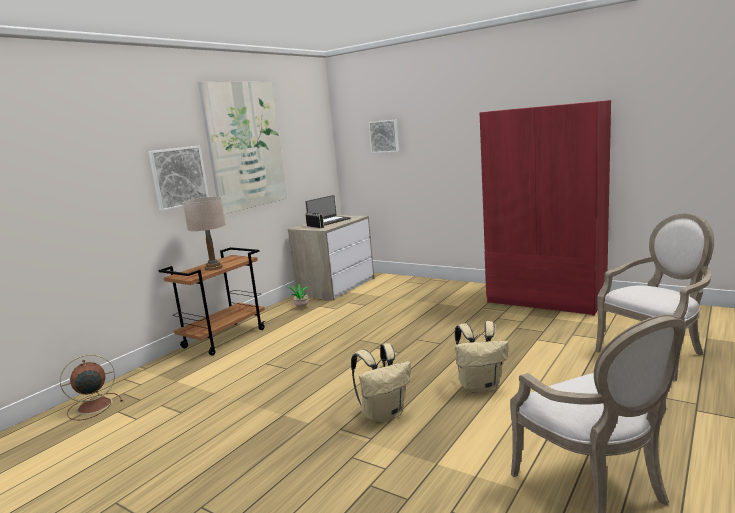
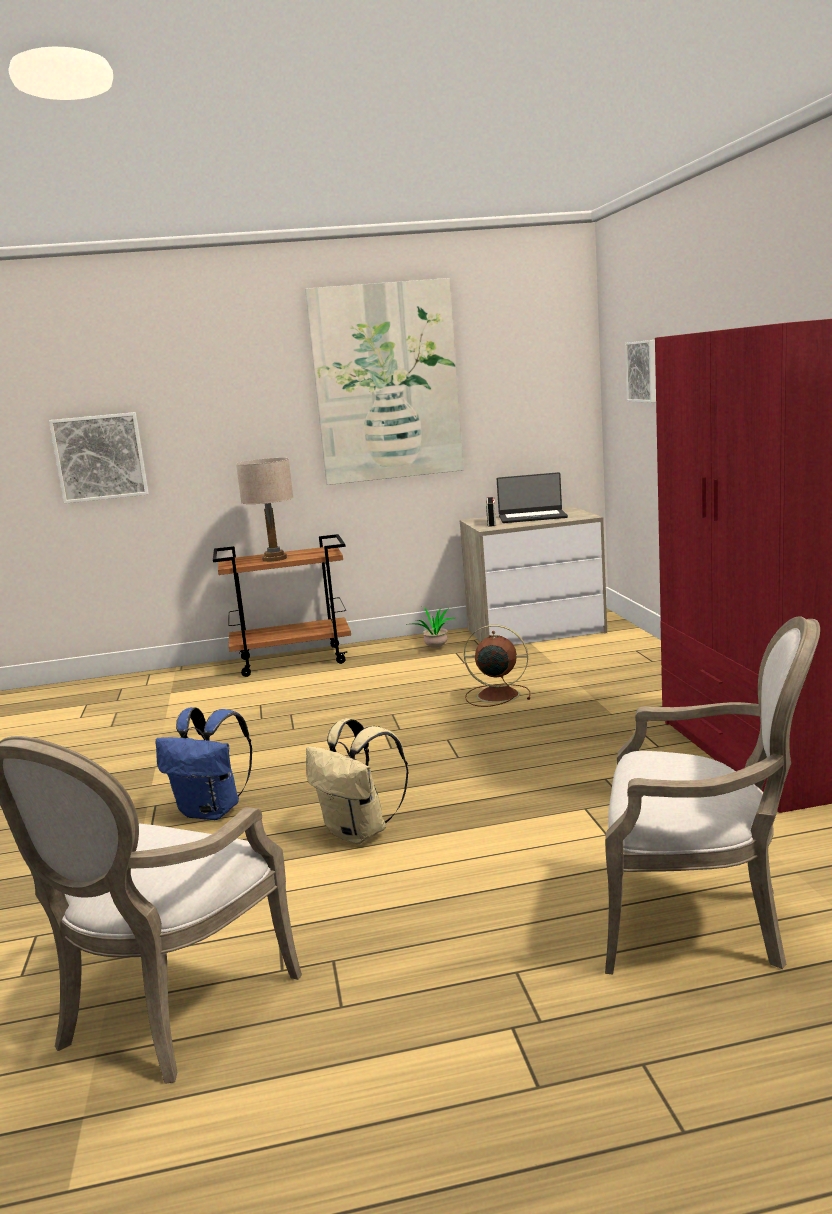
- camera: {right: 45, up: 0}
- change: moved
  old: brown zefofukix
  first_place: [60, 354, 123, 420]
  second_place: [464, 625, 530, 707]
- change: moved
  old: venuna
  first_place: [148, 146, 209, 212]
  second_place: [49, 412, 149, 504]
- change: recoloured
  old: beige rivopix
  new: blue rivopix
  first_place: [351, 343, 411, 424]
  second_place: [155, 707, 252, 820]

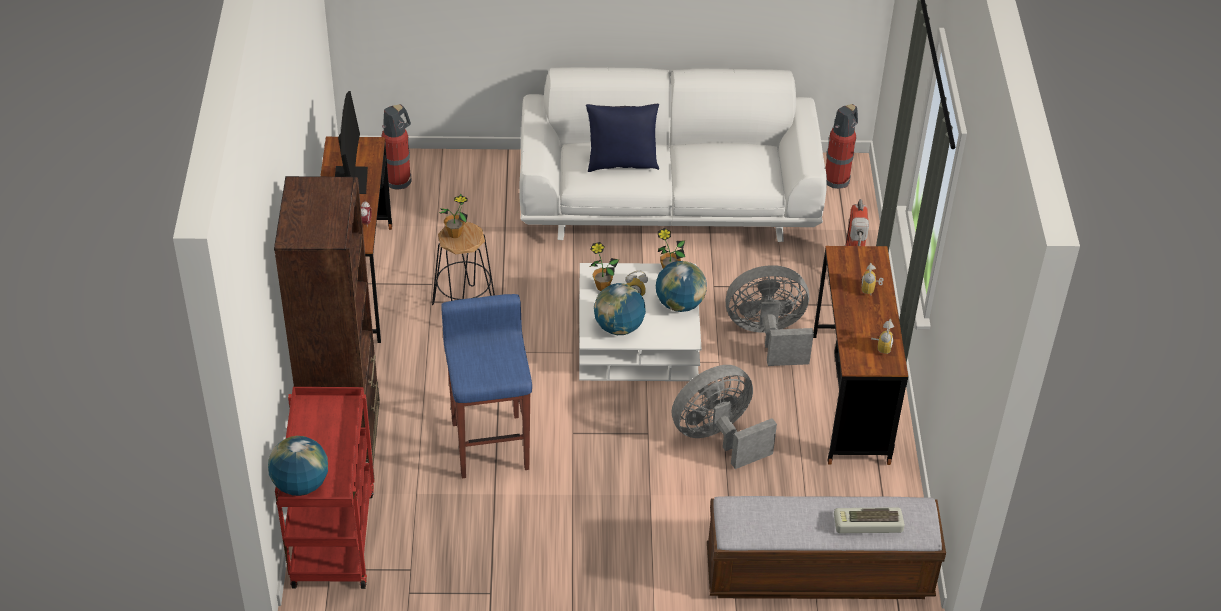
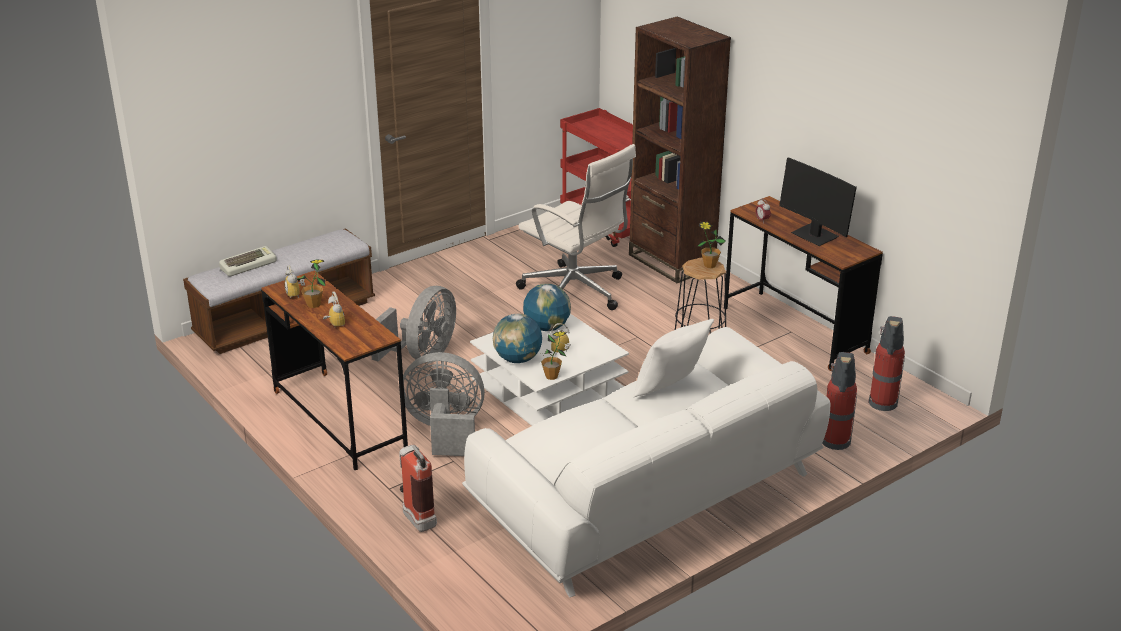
- camera: {right: 145, up: -15}
- change: removed
  old: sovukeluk
  first_place: [268, 436, 328, 496]
- change: replaced
  old: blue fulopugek
  new: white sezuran
  first_place: [441, 294, 532, 478]
  second_place: [516, 144, 636, 310]
- change: recoloured
  old: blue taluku
  new: white taluku
  first_place: [586, 104, 659, 172]
  second_place: [633, 319, 714, 398]
- change: moved
  old: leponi
  first_place: [590, 242, 619, 291]
  second_place: [296, 260, 325, 308]
- change: turned
  old: grey zefofukix
  first_place: [726, 265, 814, 366]
  second_place: [403, 352, 485, 456]
  degrees: -135
- change: moved
  old: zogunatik
  first_place: [826, 104, 858, 189]
  second_place: [822, 352, 857, 450]

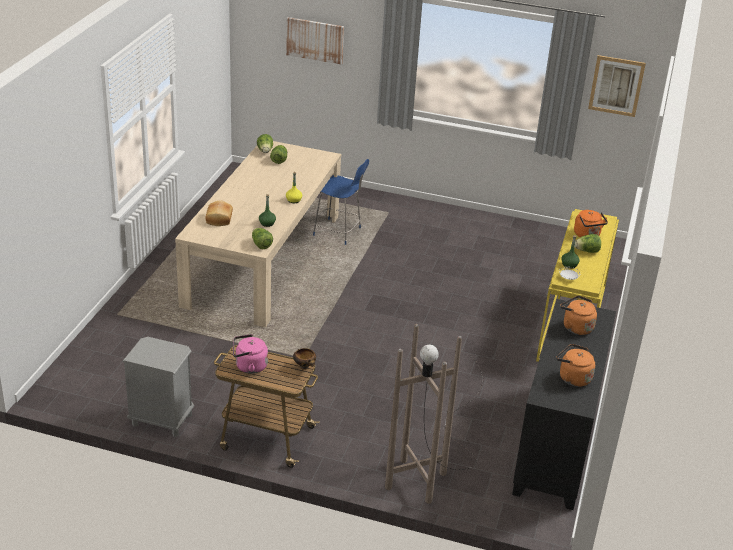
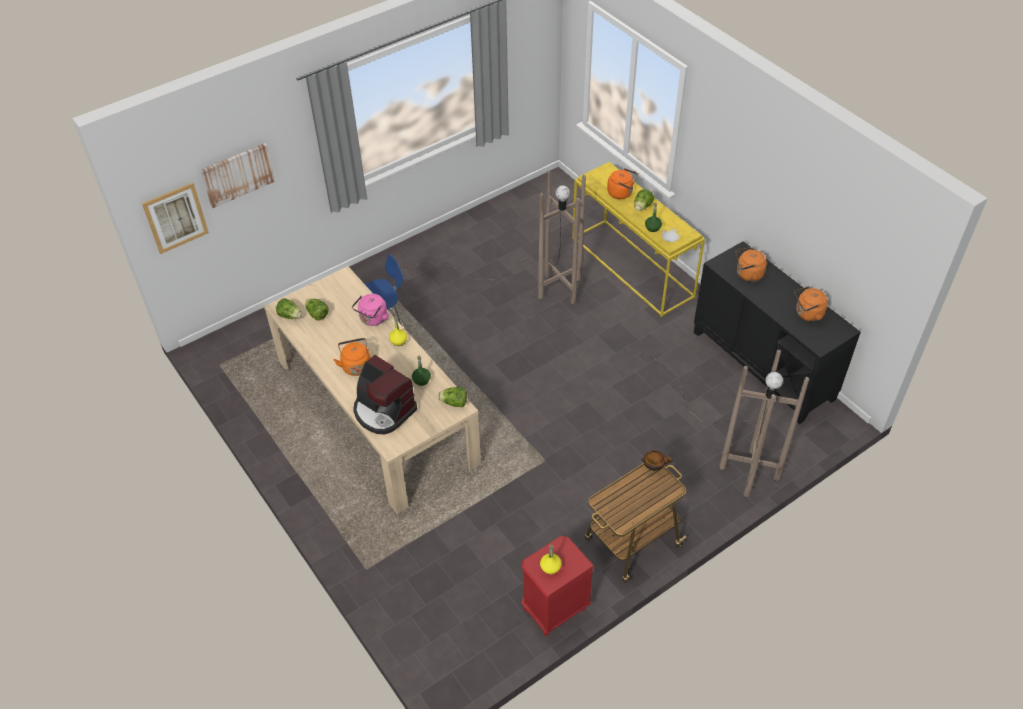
- camera: {right: -50, up: 15}
- change: recoloured
  old: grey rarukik
  new: red rarukik
  first_place: [122, 337, 194, 437]
  second_place: [521, 536, 594, 636]
- change: replaced
  old: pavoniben
  new: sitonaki
  first_place: [205, 200, 233, 226]
  second_place: [353, 355, 417, 435]
- change: moved
  old: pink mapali
  first_place: [233, 334, 268, 374]
  second_place: [352, 294, 389, 326]
- change: moved
  old: venuna
  first_place: [588, 55, 646, 117]
  second_place: [142, 183, 209, 254]
- change: added
  new: orange mapali
  second_place: [333, 338, 370, 376]
- change: added
  new: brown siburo
  second_place: [401, 170, 586, 304]
- change: added
  new: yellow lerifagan
  second_place: [540, 545, 562, 575]

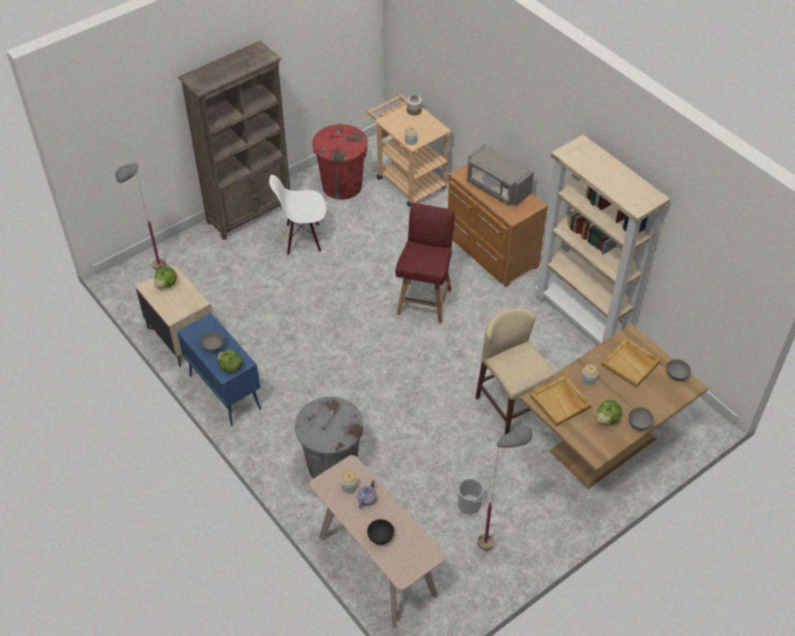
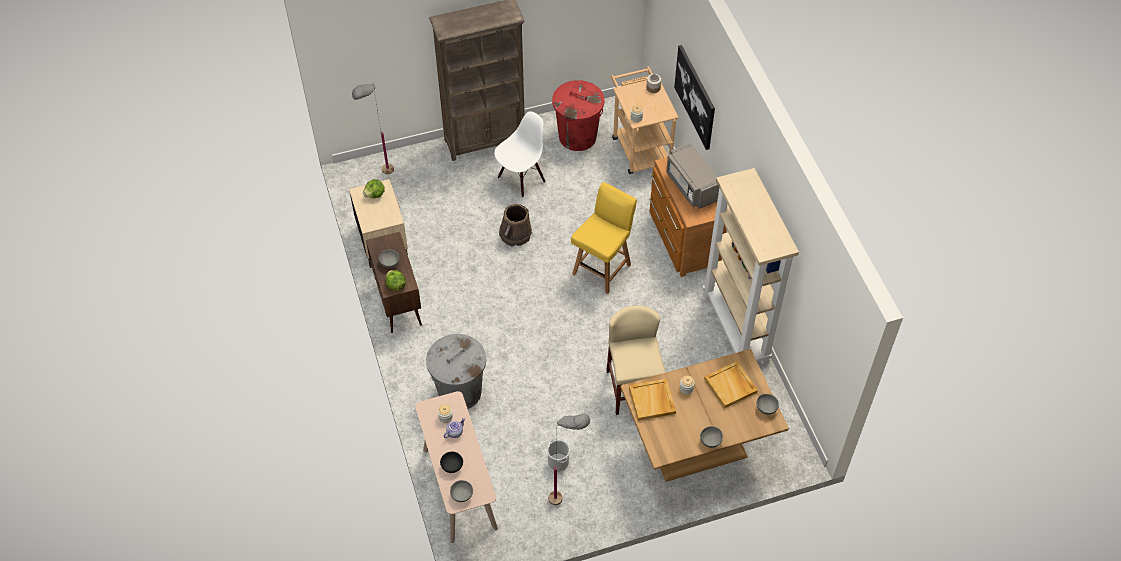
- camera: {right: 20, up: 5}
- change: recoloured
  old: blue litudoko
  new: brown litudoko
  first_place: [177, 313, 261, 427]
  second_place: [366, 232, 422, 333]
- change: turned
  old: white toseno
  first_place: [269, 175, 326, 255]
  second_place: [494, 111, 546, 197]
  degrees: 120
- change: recoloured
  old: red toseno
  new: yellow toseno
  first_place: [395, 203, 455, 323]
  second_place: [571, 182, 637, 294]
- change: removed
  old: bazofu
  first_place: [597, 400, 622, 424]
- change: added
  new: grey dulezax
  second_place: [450, 480, 473, 502]
- change: added
  new: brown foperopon
  second_place: [499, 204, 532, 246]
- change: added
  new: venuna
  second_place: [674, 45, 715, 150]

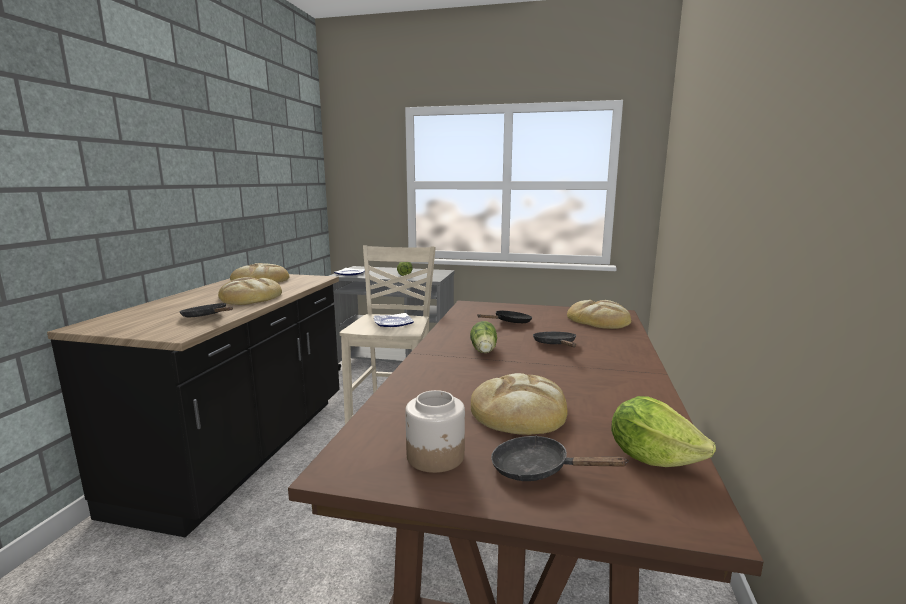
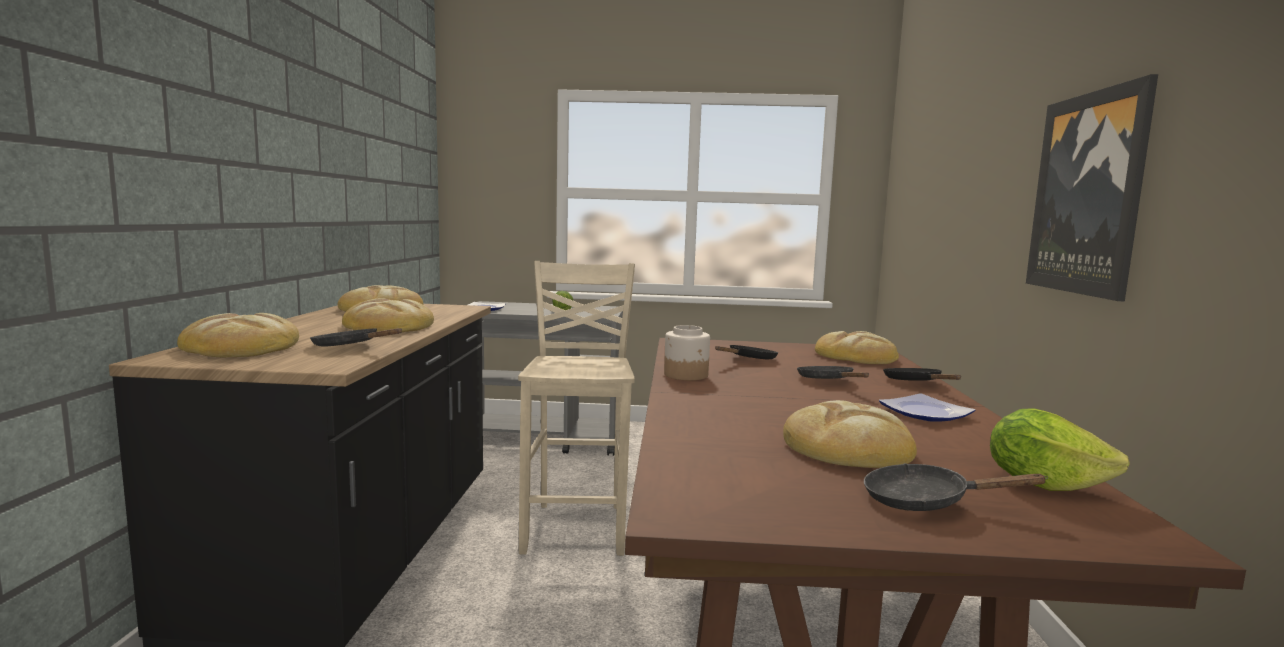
- camera: {right: -10, up: -5}
- change: moved
  old: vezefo
  first_place: [374, 313, 414, 327]
  second_place: [879, 393, 975, 421]
- change: moved
  old: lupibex
  first_place: [405, 390, 465, 473]
  second_place: [664, 325, 710, 380]
- change: removed
  old: bazofu
  first_place: [470, 321, 497, 353]
- change: added
  new: pavoniben
  second_place: [177, 313, 299, 357]
- change: added
  new: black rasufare
  second_place: [883, 368, 961, 381]
- change: added
  new: venuna
  second_place: [1026, 74, 1158, 301]

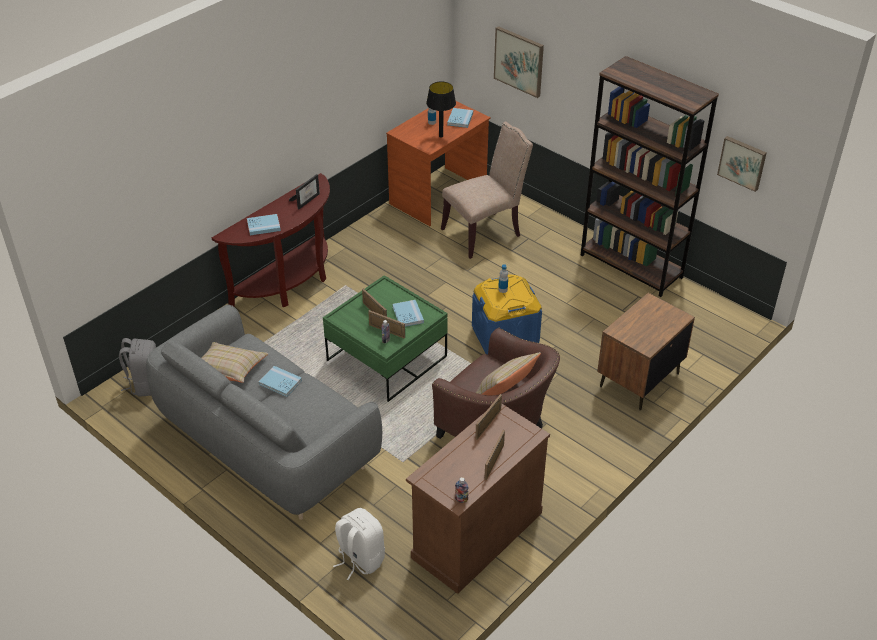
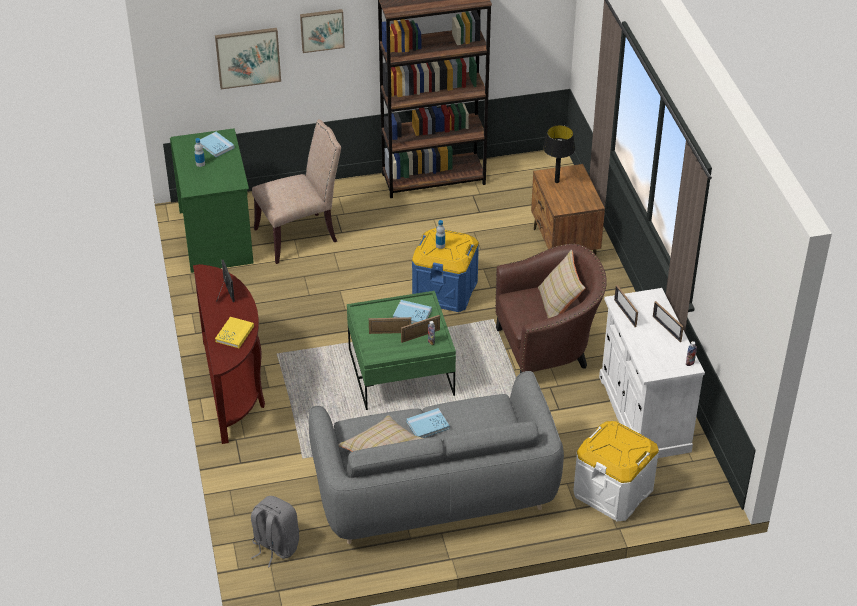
- camera: {right: -55, up: 0}
- change: recoloured
  old: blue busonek
  new: yellow busonek
  first_place: [247, 214, 281, 235]
  second_place: [215, 317, 254, 348]
- change: replaced
  old: white rivopix
  new: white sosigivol
  first_place: [333, 508, 385, 580]
  second_place: [573, 421, 659, 521]
- change: recoloured
  old: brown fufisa
  new: green fufisa
  first_place: [386, 101, 491, 226]
  second_place: [170, 128, 254, 273]
- change: recoloured
  old: brown litudoko
  new: white litudoko
  first_place: [406, 403, 550, 594]
  second_place: [599, 288, 705, 458]
- change: moved
  old: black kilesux
  first_place: [426, 82, 456, 138]
  second_place: [543, 125, 575, 183]
- change: turned
  old: beige toseno
  first_place: [441, 122, 533, 259]
  second_place: [252, 119, 341, 264]
  degrees: 60
- change: moved
  old: venuna
  first_place: [717, 136, 767, 192]
  second_place: [300, 9, 345, 53]

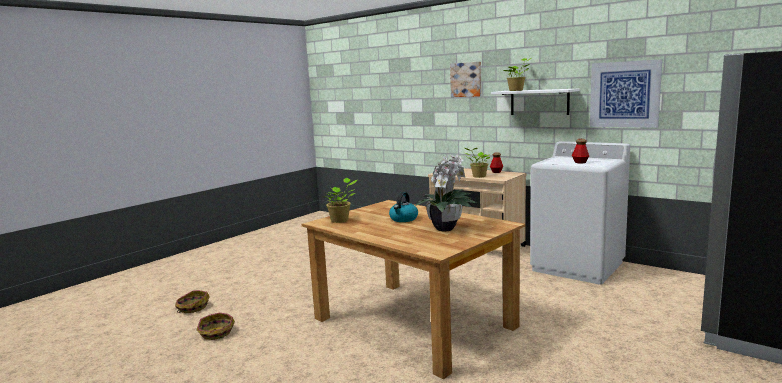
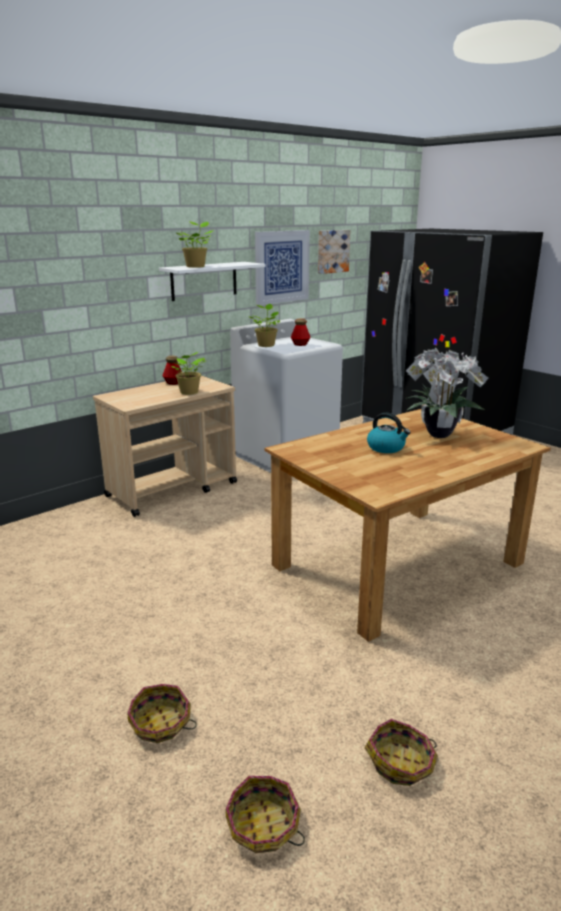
- camera: {right: -80, up: 10}
- change: moved
  old: leponi
  first_place: [326, 178, 357, 223]
  second_place: [249, 304, 280, 347]
- change: moved
  old: venuna
  first_place: [450, 62, 481, 97]
  second_place: [318, 230, 351, 274]
- change: added
  new: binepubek
  second_place: [127, 684, 197, 743]

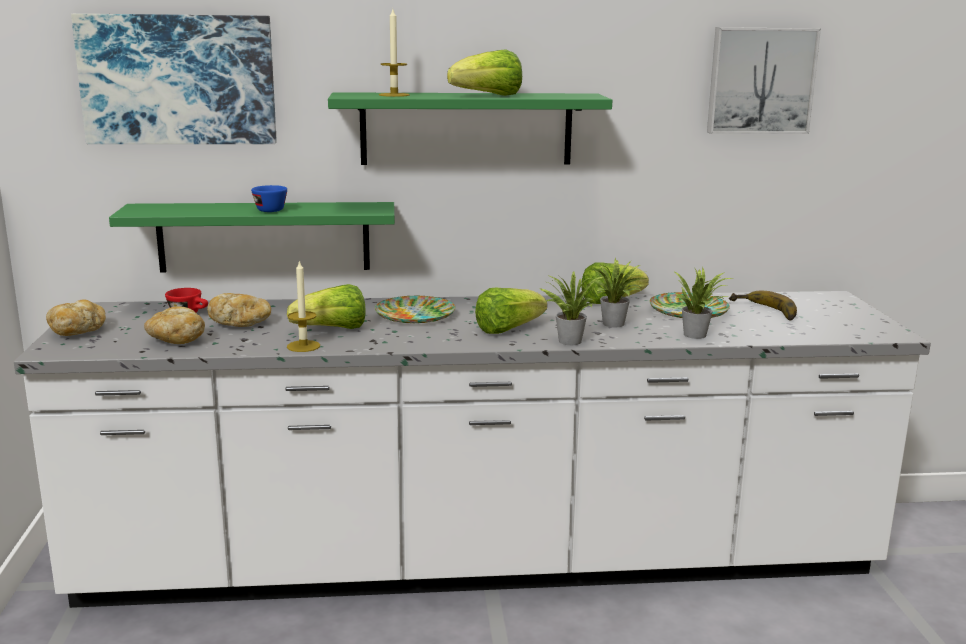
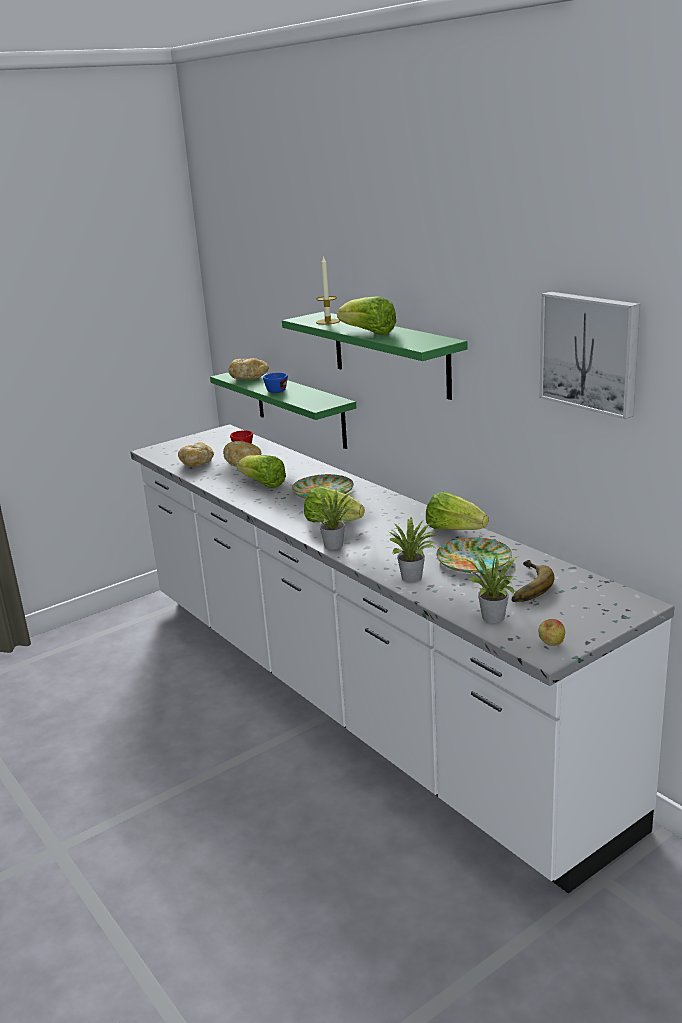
- camera: {right: 60, up: 5}
- change: moved
  old: pavoniben
  first_place: [46, 300, 106, 336]
  second_place: [229, 358, 269, 379]
- change: removed
  old: venuna
  first_place: [71, 14, 277, 144]
- change: removed
  old: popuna
  first_place: [287, 260, 320, 352]
- change: moved
  old: leponi
  first_place: [592, 258, 649, 327]
  second_place: [460, 553, 519, 623]
- change: added
  new: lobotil
  second_place: [538, 619, 565, 646]

